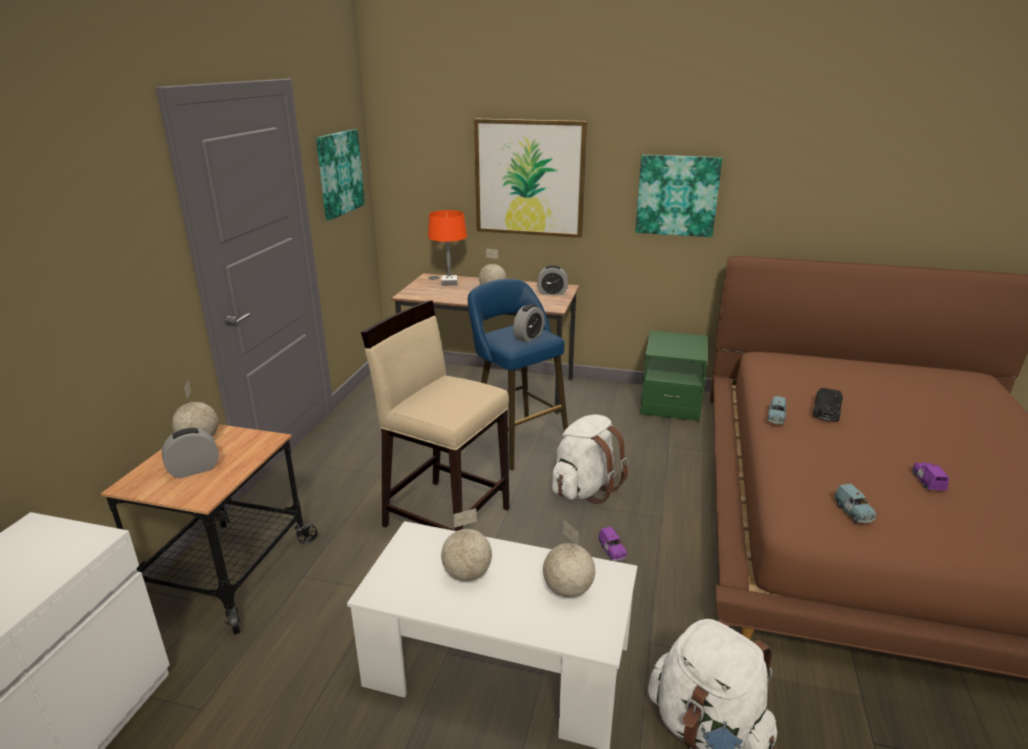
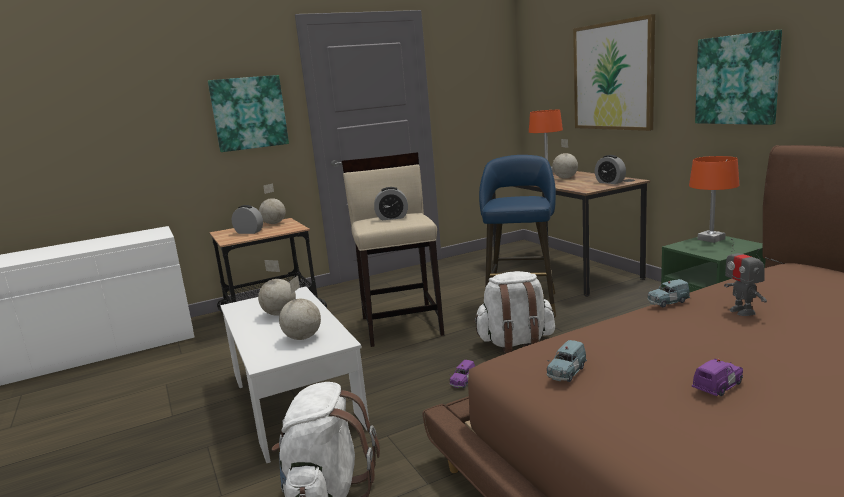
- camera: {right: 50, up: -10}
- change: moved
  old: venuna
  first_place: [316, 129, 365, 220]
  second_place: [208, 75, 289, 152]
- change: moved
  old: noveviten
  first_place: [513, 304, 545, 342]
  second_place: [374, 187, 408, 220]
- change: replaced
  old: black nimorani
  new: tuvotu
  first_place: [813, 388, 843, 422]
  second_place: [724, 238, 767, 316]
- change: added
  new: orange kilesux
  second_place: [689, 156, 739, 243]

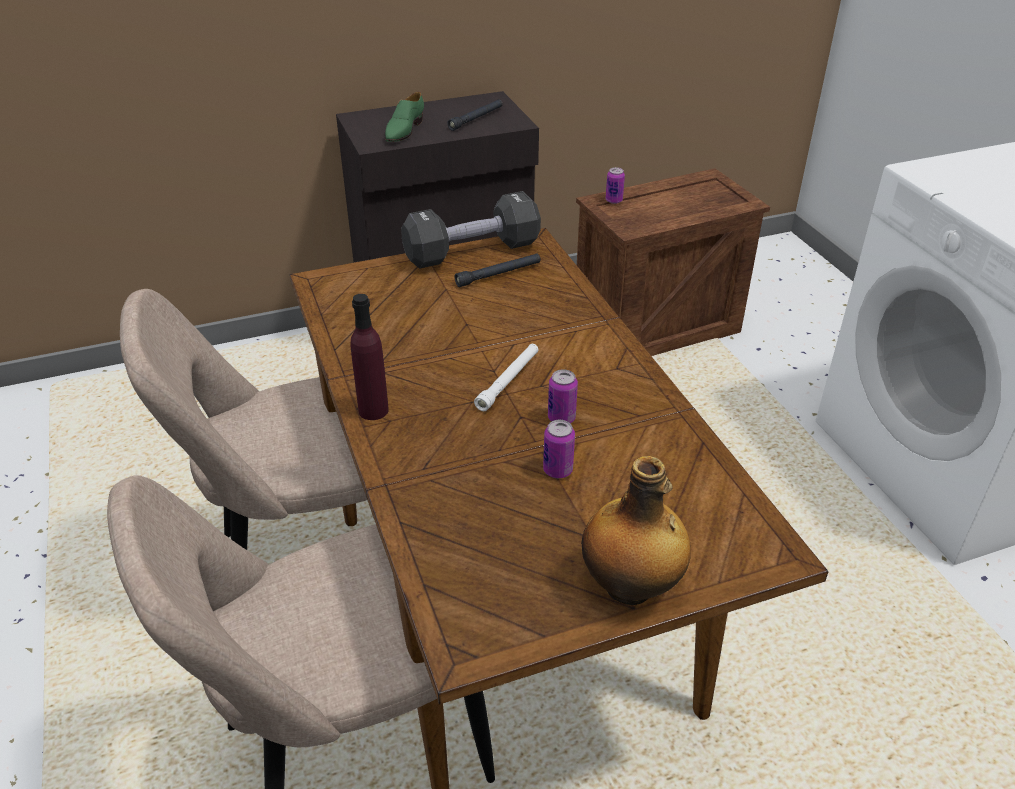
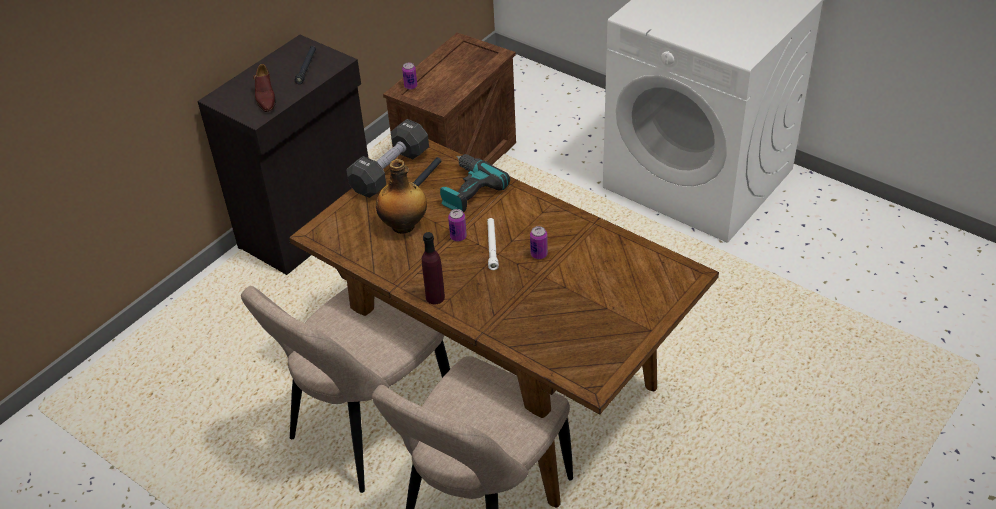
- camera: {right: -30, up: 5}
- change: recoloured
  old: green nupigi
  new: brown nupigi
  first_place: [385, 92, 424, 142]
  second_place: [253, 64, 276, 112]
- change: moved
  old: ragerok
  first_place: [543, 420, 575, 478]
  second_place: [448, 209, 467, 241]
- change: moved
  old: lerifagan
  first_place: [581, 456, 691, 605]
  second_place: [376, 159, 427, 234]
- change: added
  new: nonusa
  second_place: [440, 154, 510, 213]

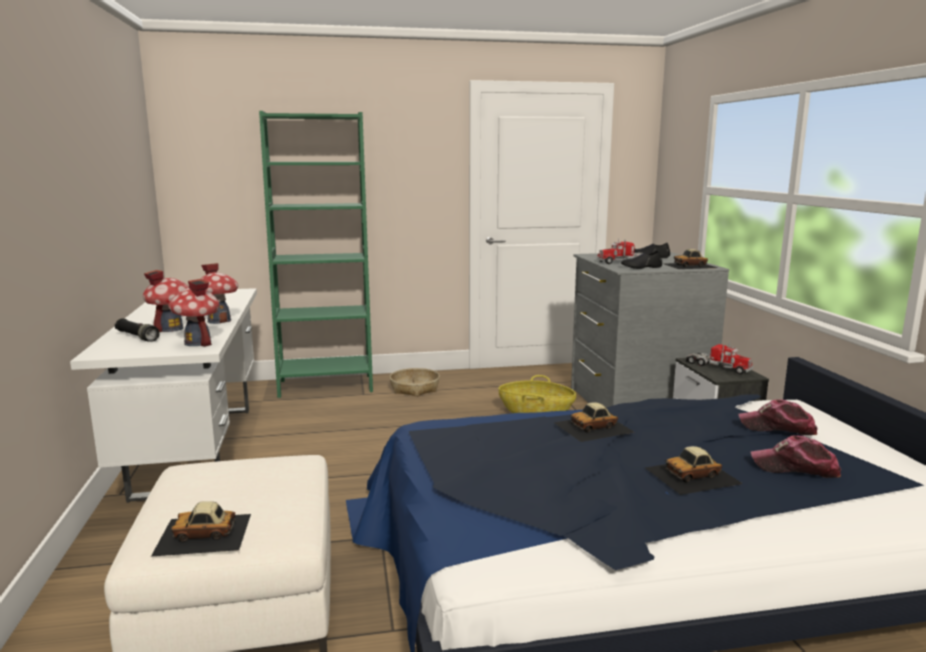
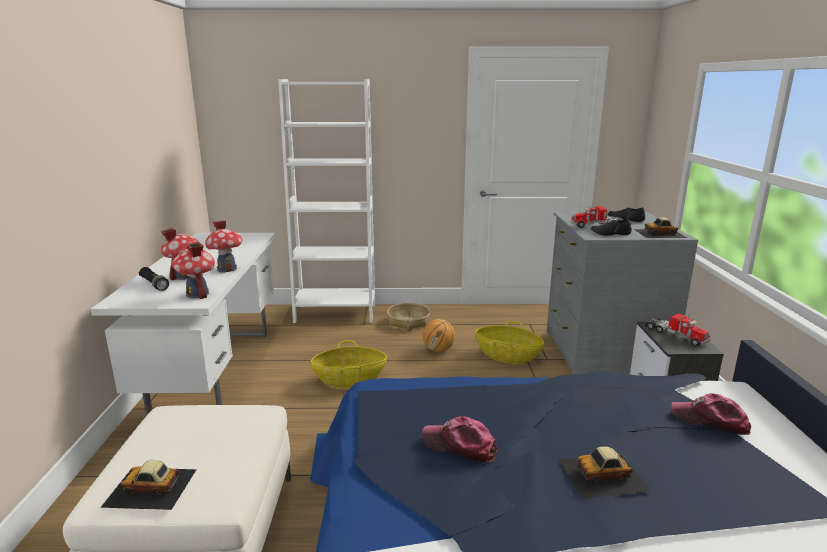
- camera: {right: 10, up: 5}
- change: recoloured
  old: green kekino
  new: white kekino
  first_place: [259, 111, 373, 398]
  second_place: [278, 79, 375, 323]
- change: removed
  old: nimorani
  first_place: [554, 402, 634, 442]
- change: moved
  old: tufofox
  first_place: [750, 436, 841, 478]
  second_place: [422, 416, 498, 462]
- change: added
  new: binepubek
  second_place: [310, 340, 387, 388]
- change: added
  new: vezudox
  second_place: [422, 319, 455, 352]

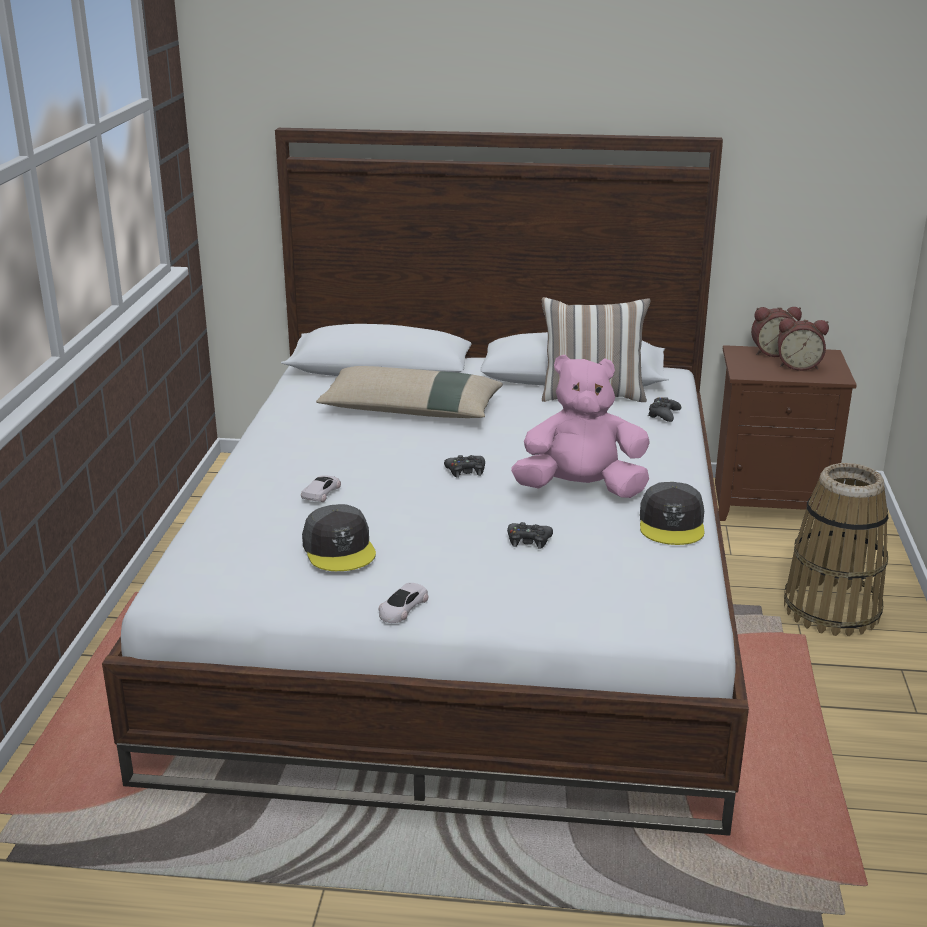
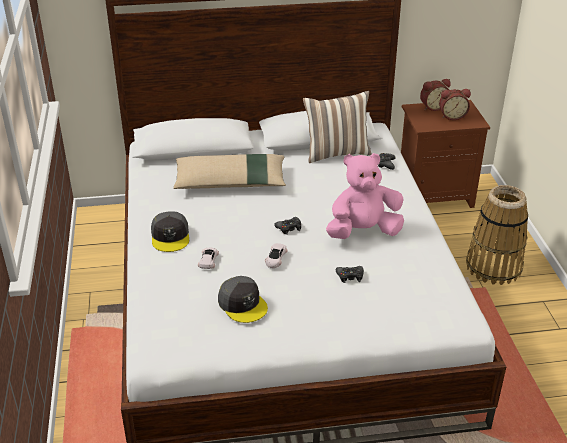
- camera: {right: -15, up: 10}
- change: moved
  old: white nimorani
  first_place: [379, 583, 429, 623]
  second_place: [265, 243, 287, 268]
- change: moved
  old: grey tufofox
  first_place: [640, 482, 705, 545]
  second_place: [151, 211, 189, 252]

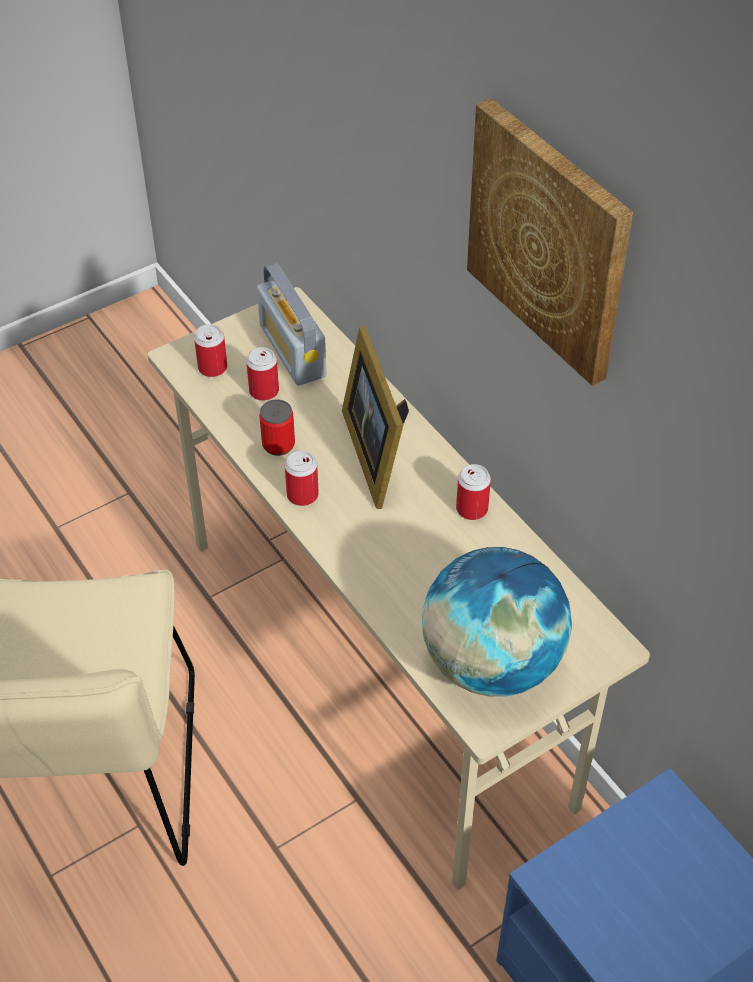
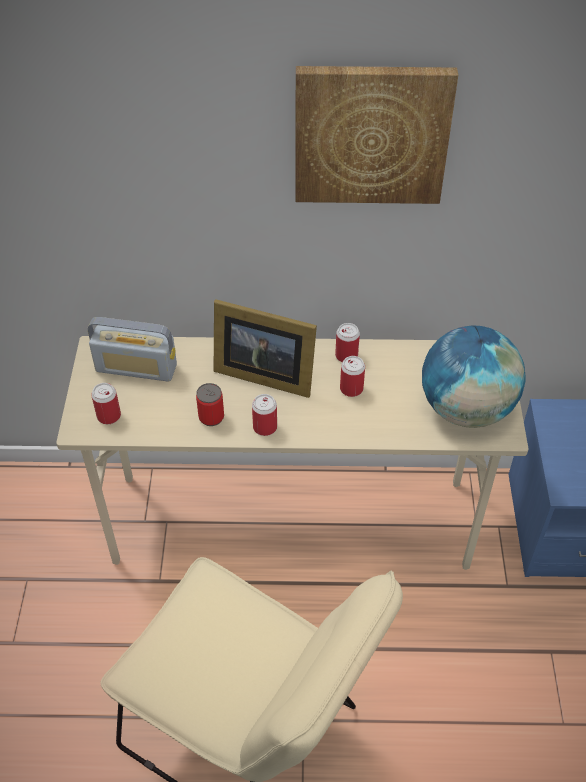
- camera: {right: -55, up: 0}
- change: moved
  old: ragerok
  first_place: [246, 347, 279, 401]
  second_place: [340, 356, 365, 397]

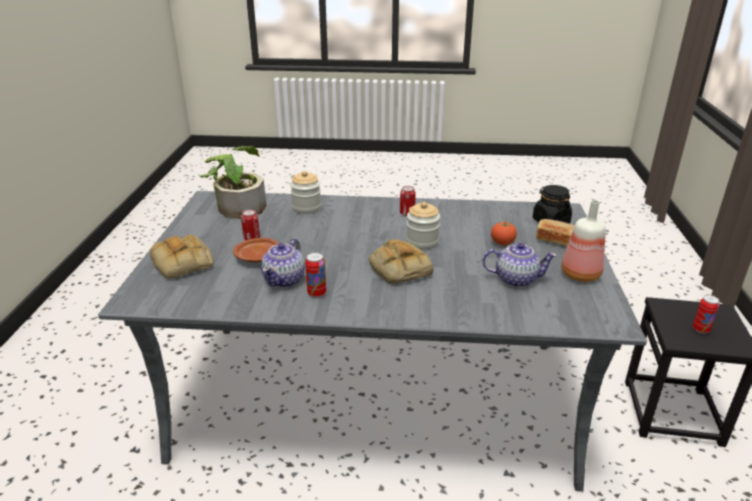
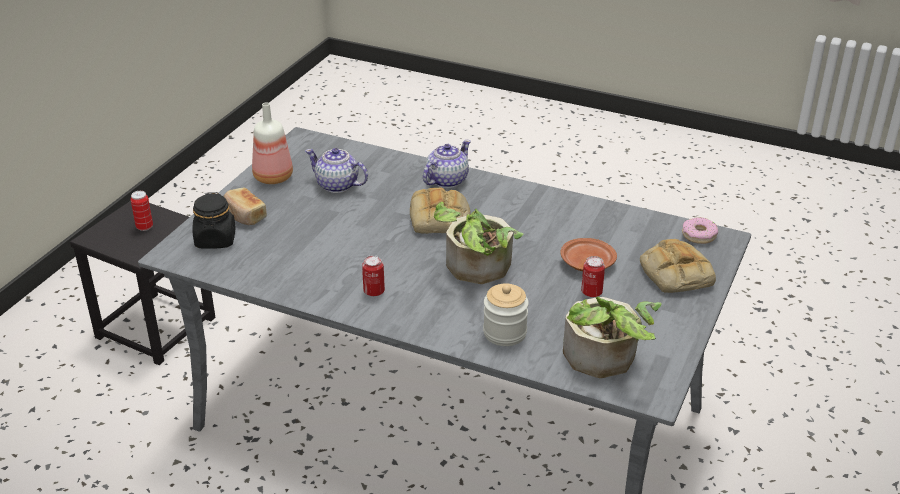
- camera: {right: -160, up: 5}
- change: moved
  old: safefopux
  first_place: [261, 238, 305, 288]
  second_place: [423, 140, 471, 188]
- change: removed
  old: ragerok
  first_place: [305, 252, 326, 298]
- change: removed
  old: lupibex
  first_place: [406, 202, 440, 250]
- change: removed
  old: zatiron
  first_place: [491, 221, 517, 245]
- change: added
  new: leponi
  second_place: [434, 202, 523, 284]
- change: added
  new: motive
  second_place: [682, 217, 718, 244]

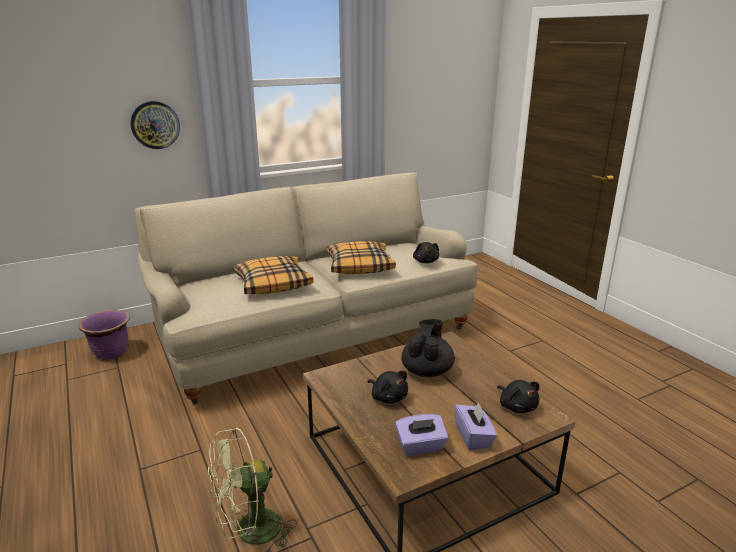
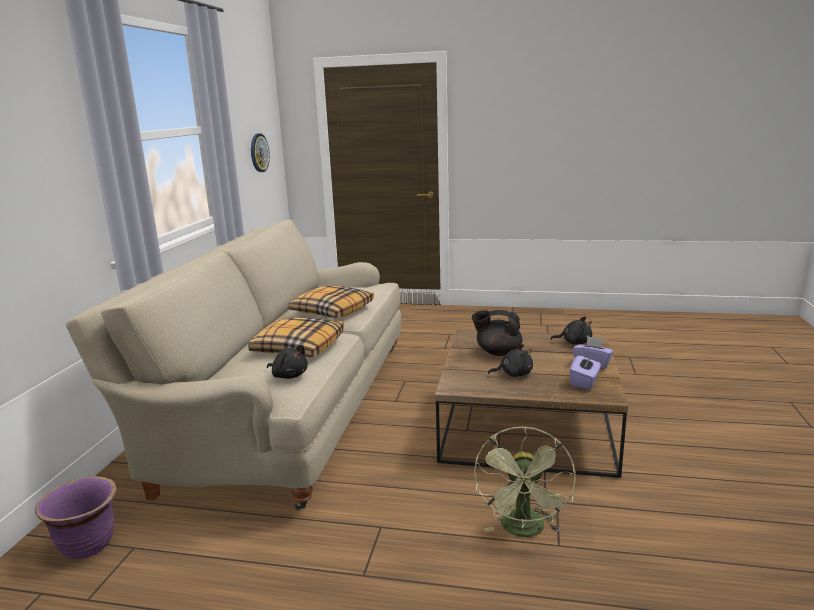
- camera: {right: -50, up: -5}
- change: moved
  old: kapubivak
  first_place: [130, 101, 180, 149]
  second_place: [251, 133, 270, 172]
- change: turned
  old: black safefopux
  first_place: [402, 319, 455, 377]
  second_place: [472, 310, 522, 356]
  degrees: -45
- change: moved
  old: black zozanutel
  first_place: [413, 242, 439, 263]
  second_place: [267, 345, 308, 379]

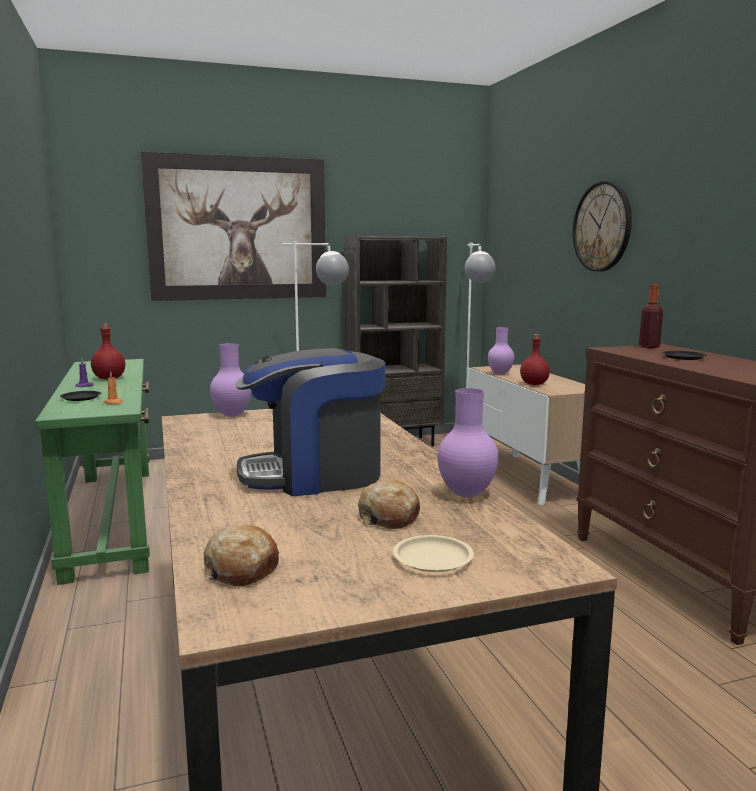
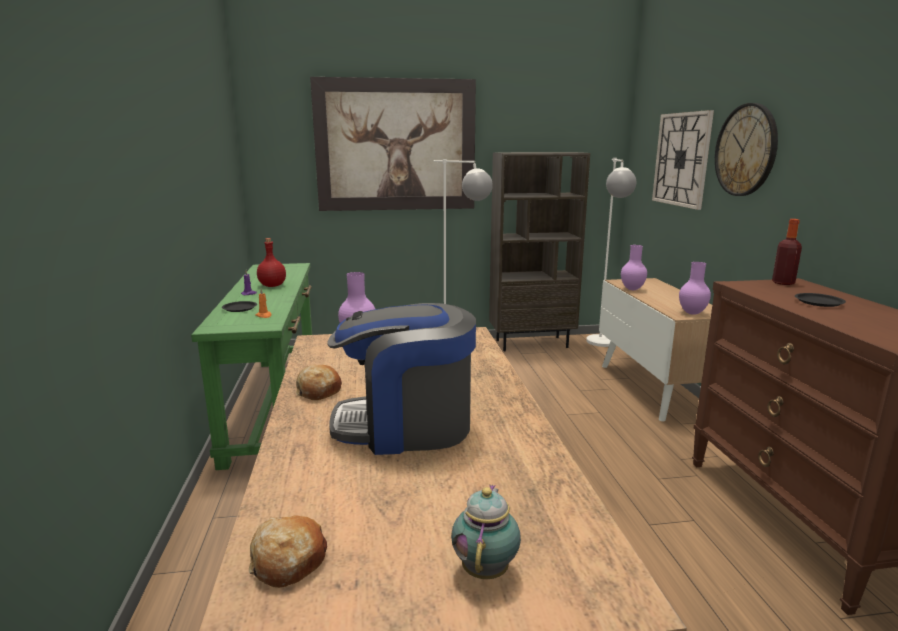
- camera: {right: 10, up: 5}
- change: moved
  old: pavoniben
  first_place: [358, 480, 420, 529]
  second_place: [296, 365, 342, 400]
- change: replaced
  old: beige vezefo
  new: safefopux
  first_place: [393, 535, 474, 572]
  second_place: [451, 484, 521, 579]
- change: moved
  old: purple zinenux
  first_place: [437, 388, 499, 497]
  second_place: [679, 262, 711, 315]
- change: removed
  old: red lerifagan
  first_place: [520, 334, 550, 385]
- change: added
  new: kapubivak
  second_place: [652, 110, 714, 210]

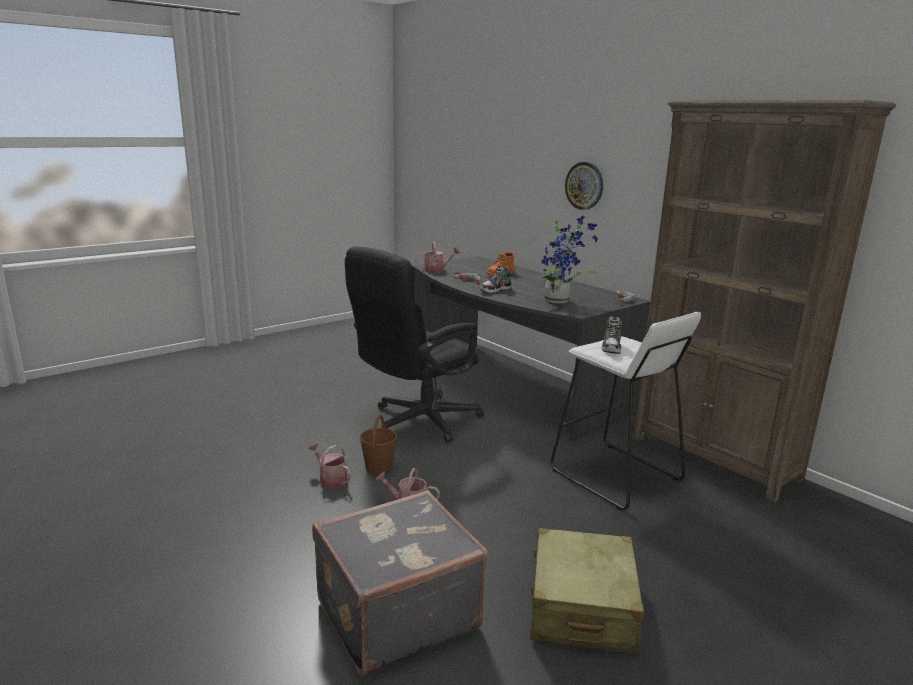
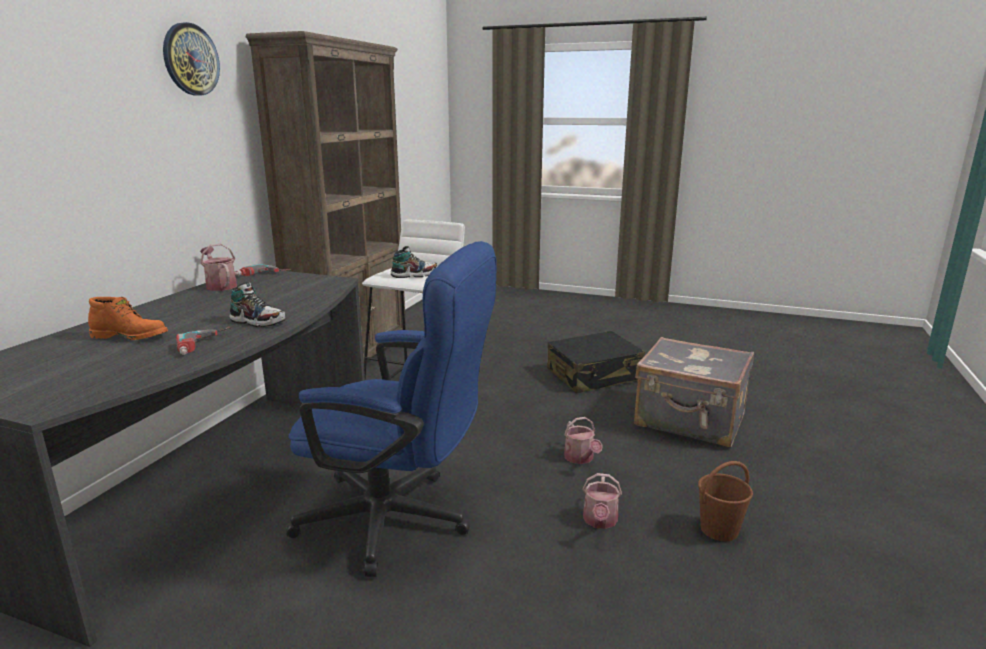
- camera: {right: -120, up: 0}
- change: recoloured
  old: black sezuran
  new: blue sezuran
  first_place: [345, 246, 484, 443]
  second_place: [286, 241, 497, 577]
- change: moved
  old: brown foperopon
  first_place: [360, 415, 397, 475]
  second_place: [698, 461, 753, 541]
- change: moved
  old: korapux
  first_place: [415, 242, 460, 273]
  second_place: [200, 244, 237, 291]
- change: recoloured
  old: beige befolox
  new: black befolox
  first_place: [531, 528, 644, 654]
  second_place: [547, 331, 645, 393]
- change: removed
  old: leponi
  first_place: [537, 216, 599, 304]
- change: moved
  old: kapubivak
  first_place: [565, 162, 603, 210]
  second_place: [163, 22, 220, 95]

